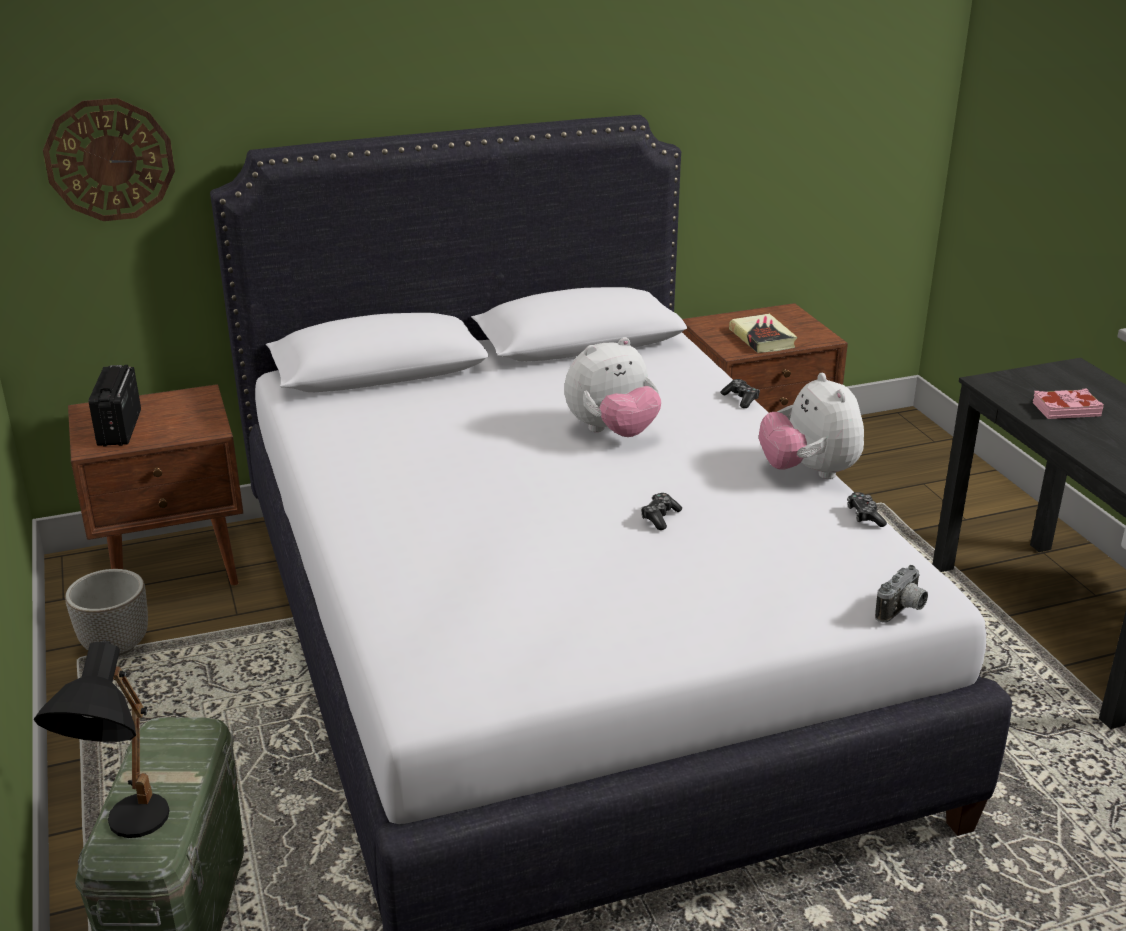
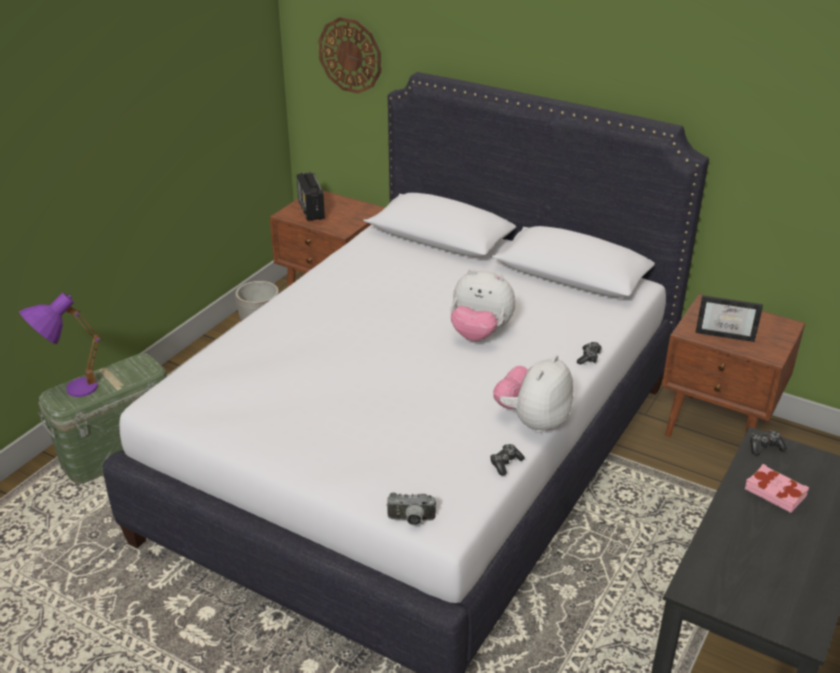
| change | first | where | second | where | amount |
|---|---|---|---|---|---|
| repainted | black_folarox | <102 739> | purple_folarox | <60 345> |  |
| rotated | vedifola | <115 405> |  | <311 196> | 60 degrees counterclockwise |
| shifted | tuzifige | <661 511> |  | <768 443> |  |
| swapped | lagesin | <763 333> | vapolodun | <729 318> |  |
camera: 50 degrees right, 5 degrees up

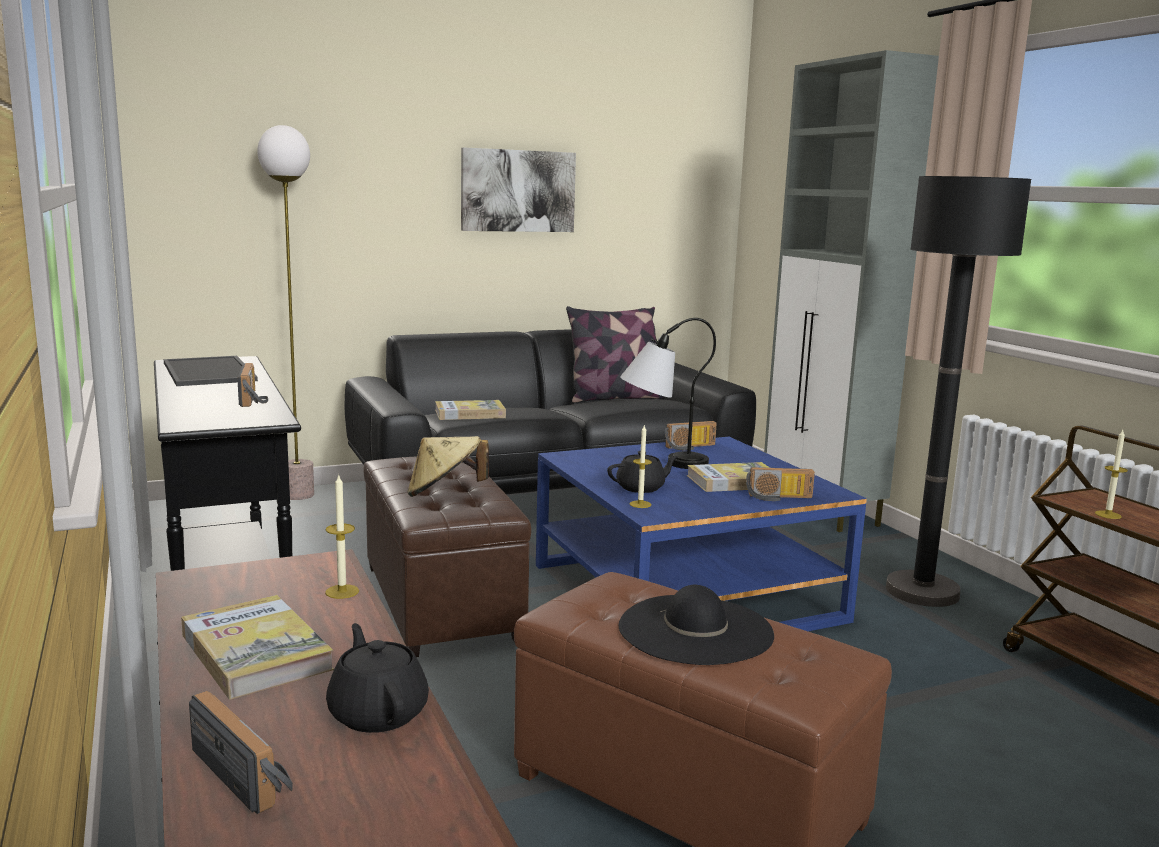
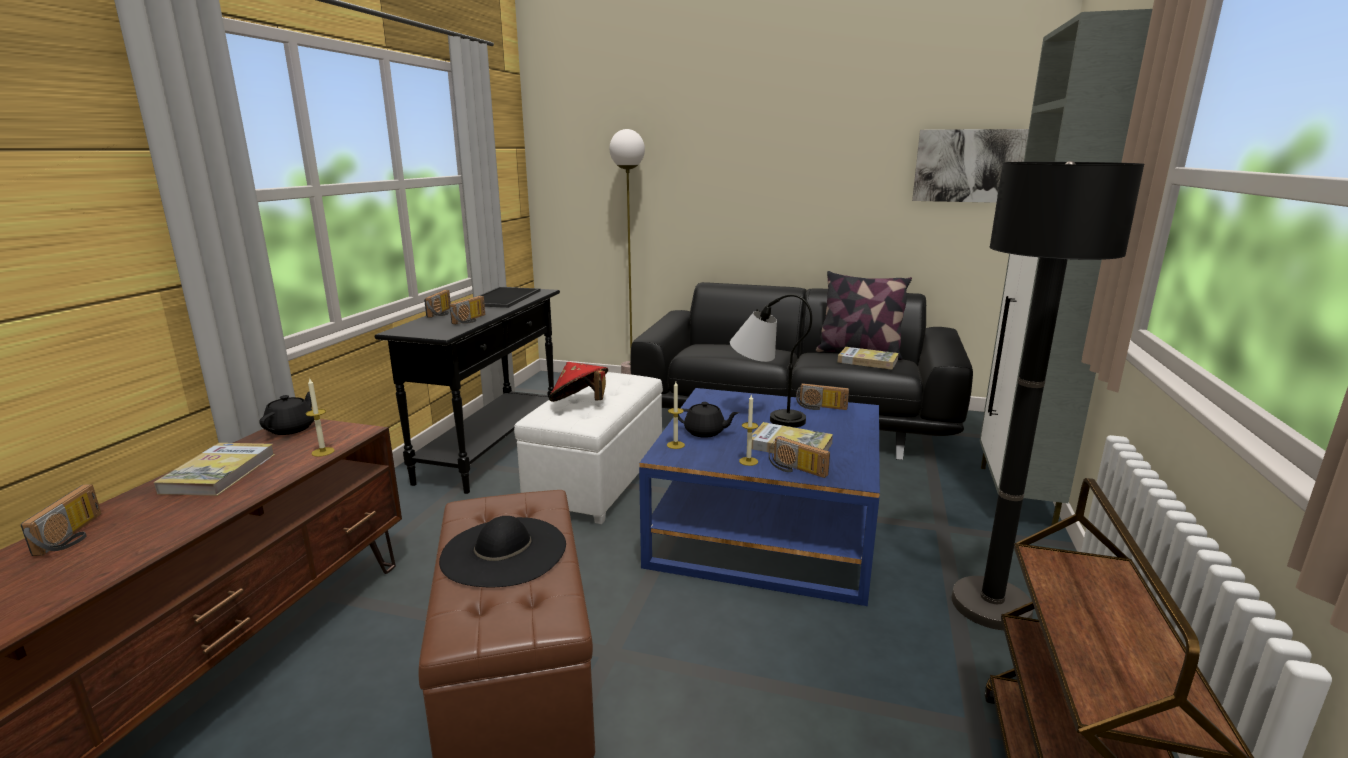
| change | first | where | second | where | amount |
|---|---|---|---|---|---|
| shifted | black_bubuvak | <377 678> |  | <286 413> |  |
| repainted | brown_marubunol | <447 556> | white_marubunol | <588 448> |  |
| repainted | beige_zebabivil | <448 466> | red_zebabivil | <578 382> |  |
| shifted | lagesin | <470 410> |  | <868 358> |  |
| shifted | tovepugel | <518 189> |  | <970 166> |  |
| shifted | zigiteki | <1111 474> |  | <748 430> |  |
| new |  |  | vedifola | <437 304> |  |
camera: 40 degrees right, 5 degrees up

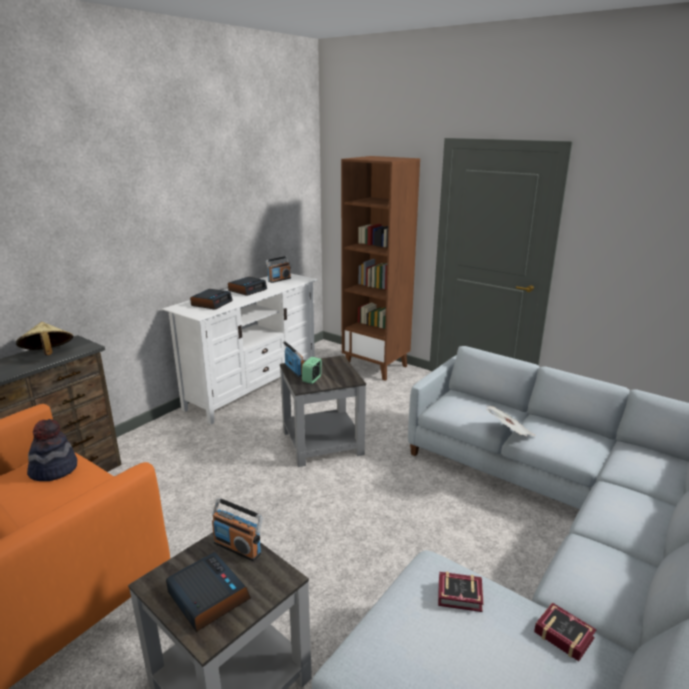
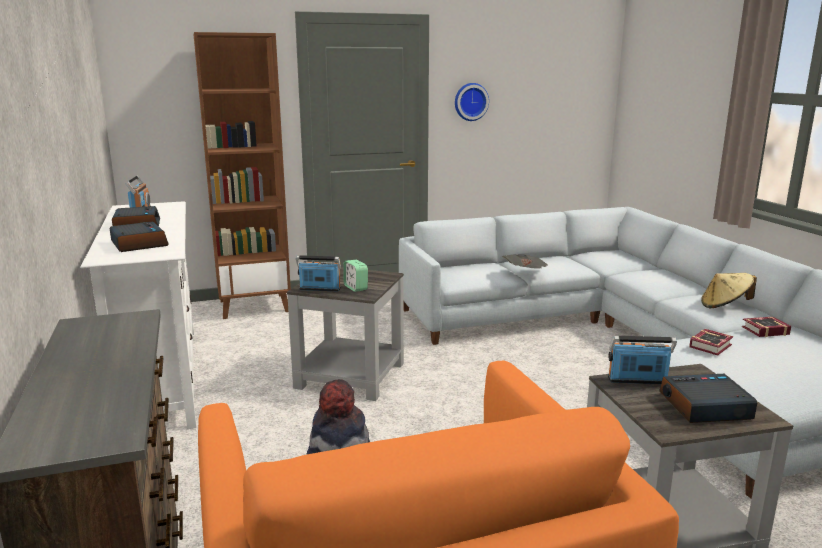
| change | first | where | second | where | amount |
|---|---|---|---|---|---|
| shifted | beige_zebabivil | <44 338> |  | <729 290> |  |
| rotated | vedifola | <237 529> |  | <642 360> | 150 degrees counterclockwise |
| new |  |  | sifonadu | <472 102> |  |
camera: 55 degrees left, 5 degrees down

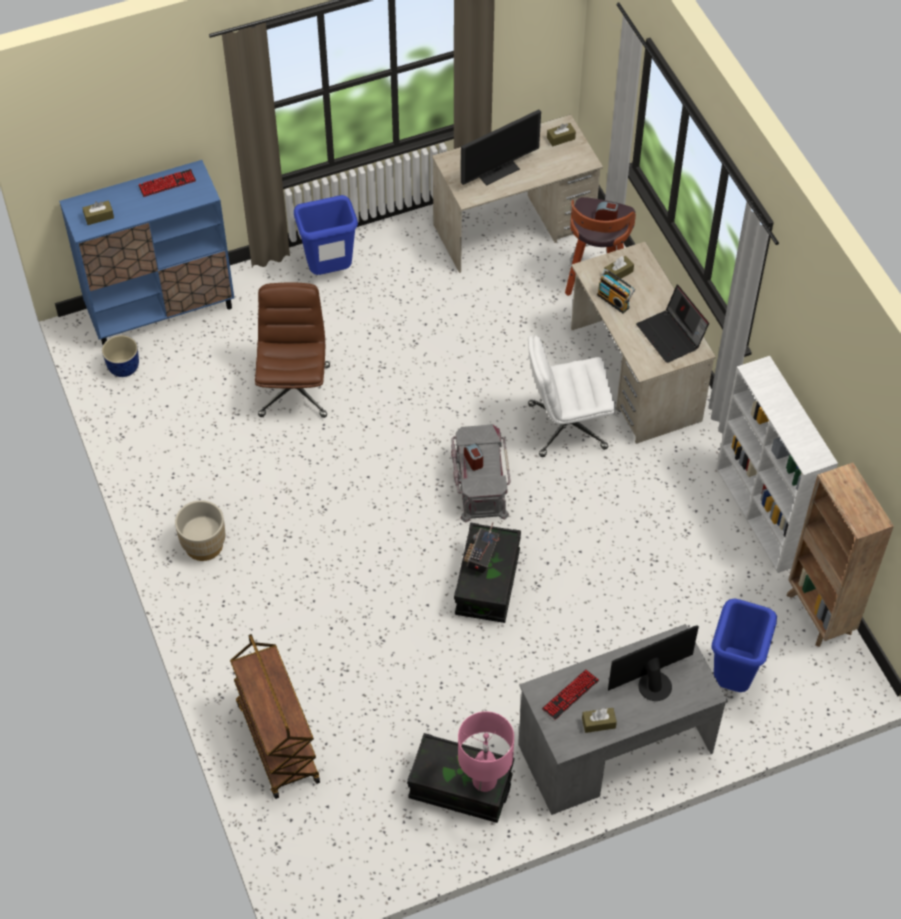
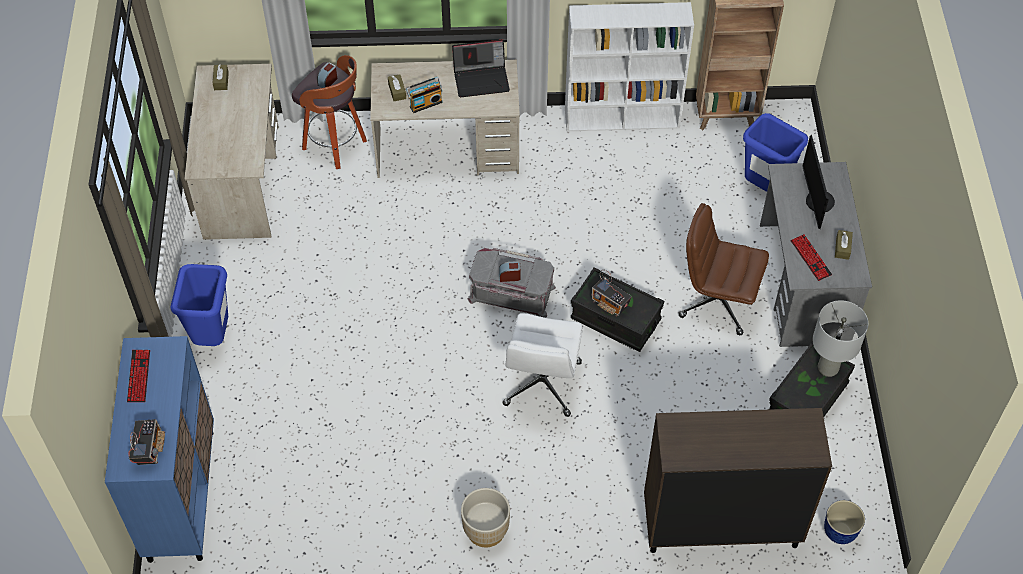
| change | first | where | second | where | amount |
|---|---|---|---|---|---|
| swapped | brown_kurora | <98 212> | vedifola | <146 442> |  |
| shifted | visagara | <120 356> |  | <844 522> |  |
| swapped | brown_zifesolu | <275 716> | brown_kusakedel | <738 480> |  |
| shifted | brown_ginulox | <292 350> |  | <724 269> |  |
| repainted | pink_folarox | <486 751> | grey_folarox | <840 338> |  |
| gone | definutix | <501 148> |  |  |  |
| shifted | white_ginulox | <571 396> |  | <542 365> |  |
camera: 70 degrees left, 0 degrees up

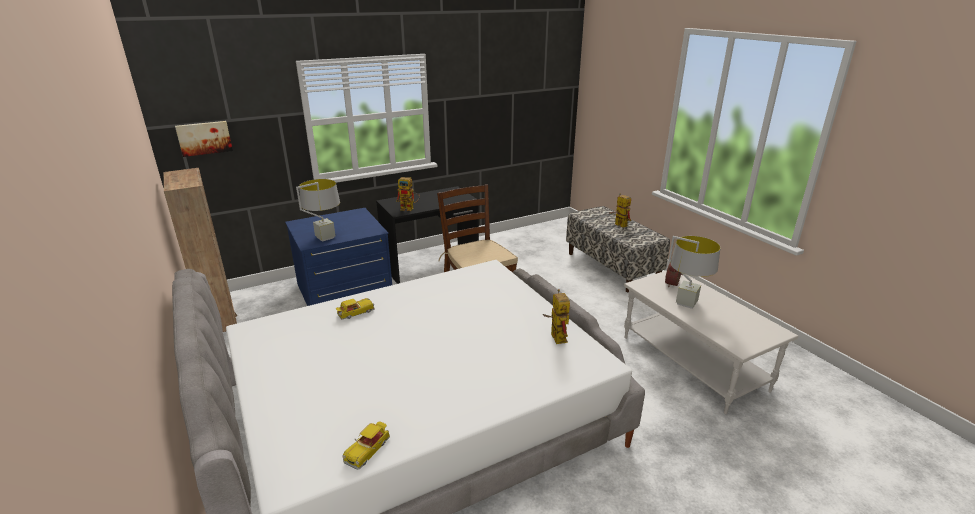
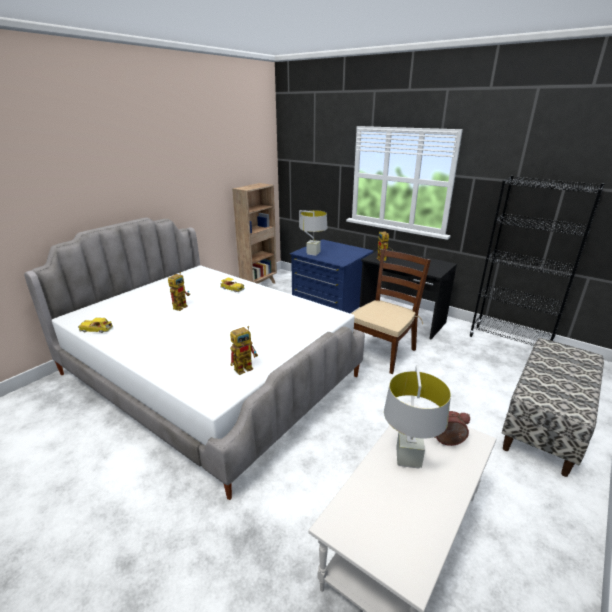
| change | first | where | second | where | amount |
|---|---|---|---|---|---|
| gone | tovepugel | <204 139> |  |  |  |
| shifted | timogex | <620 210> |  | <179 291> |  |
| new |  |  | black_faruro | <536 261> |  |
camera: 65 degrees right, 0 degrees up

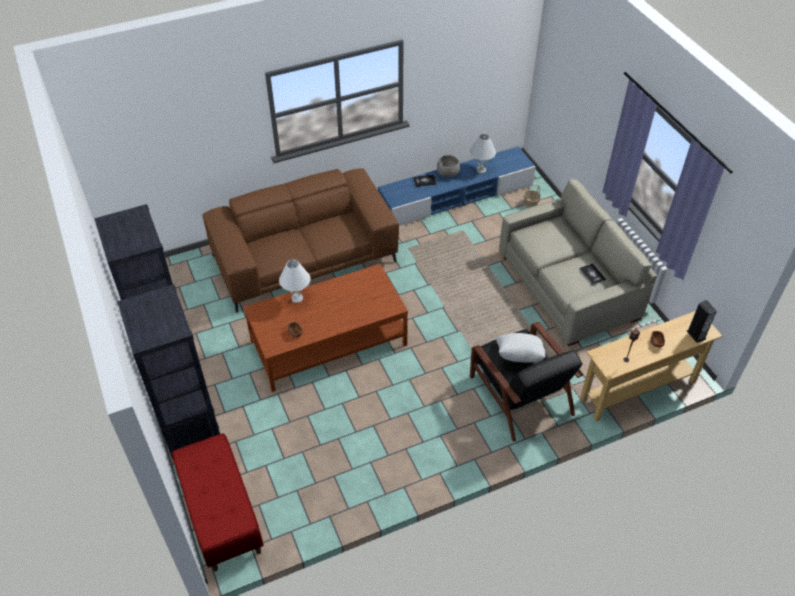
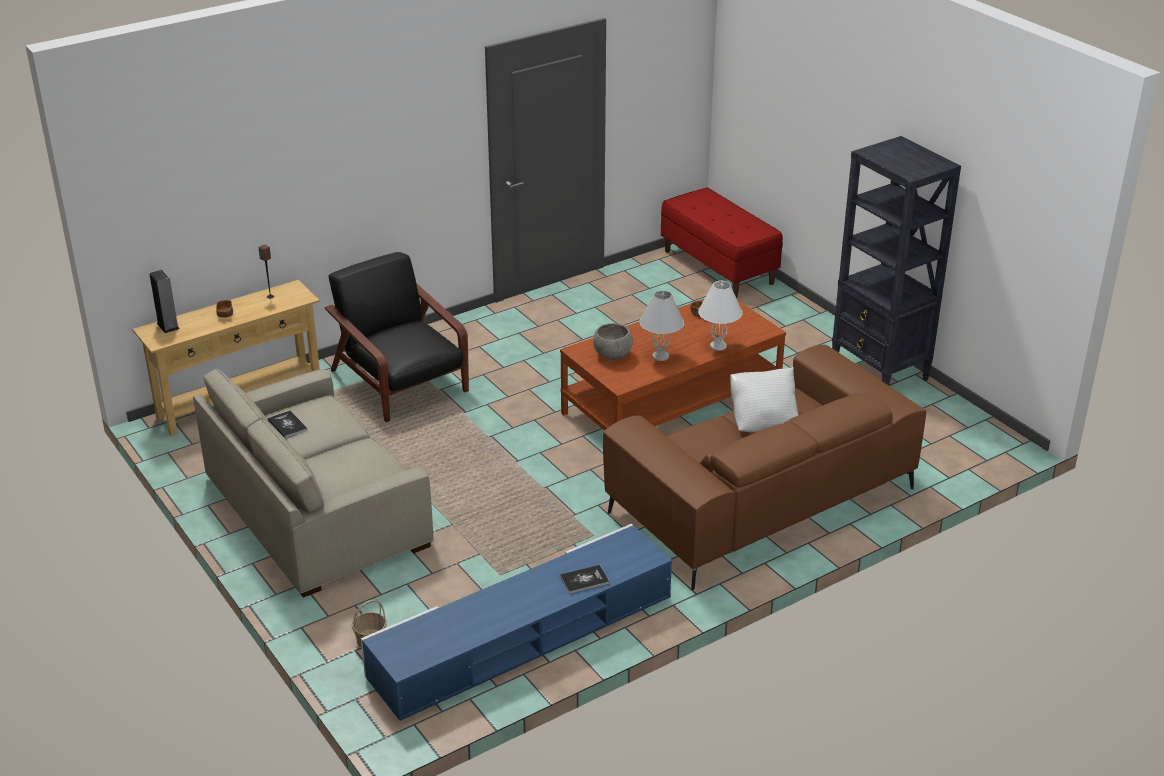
| change | first | where | second | where | amount |
|---|---|---|---|---|---|
| gone | black_faruro | <168 372> |  |  |  |
| shifted | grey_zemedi | <448 166> |  | <613 341> |  |
| shifted | white_folarox | <483 154> |  | <662 325> |  |
| shifted | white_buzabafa | <520 348> |  | <764 399> |  |
camera: 170 degrees right, 15 degrees down

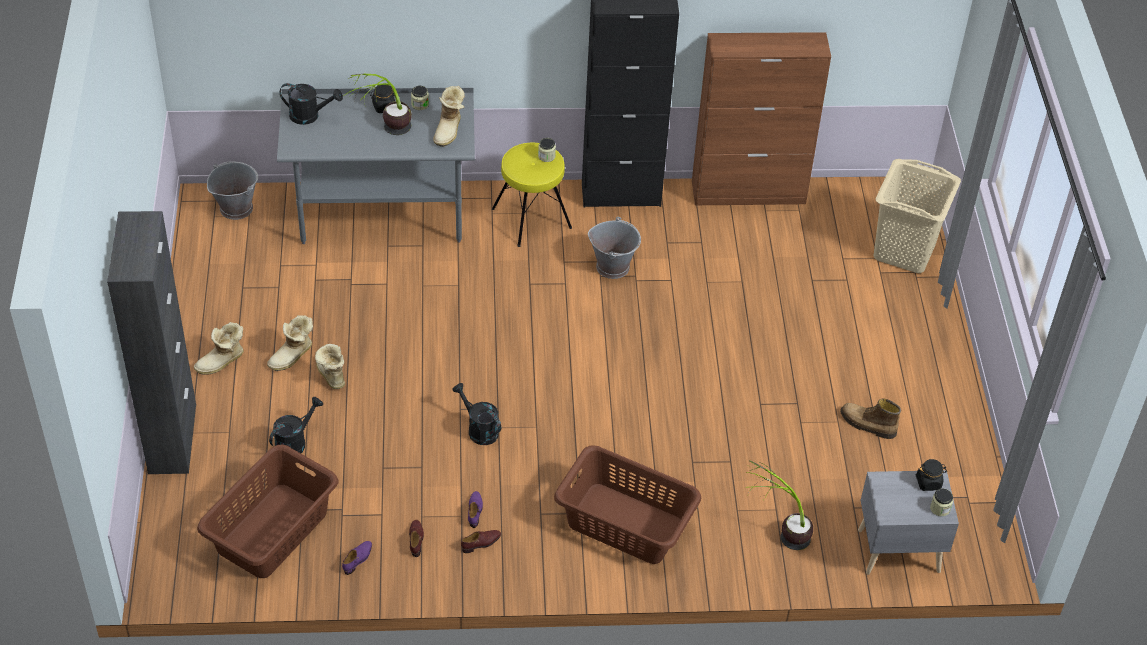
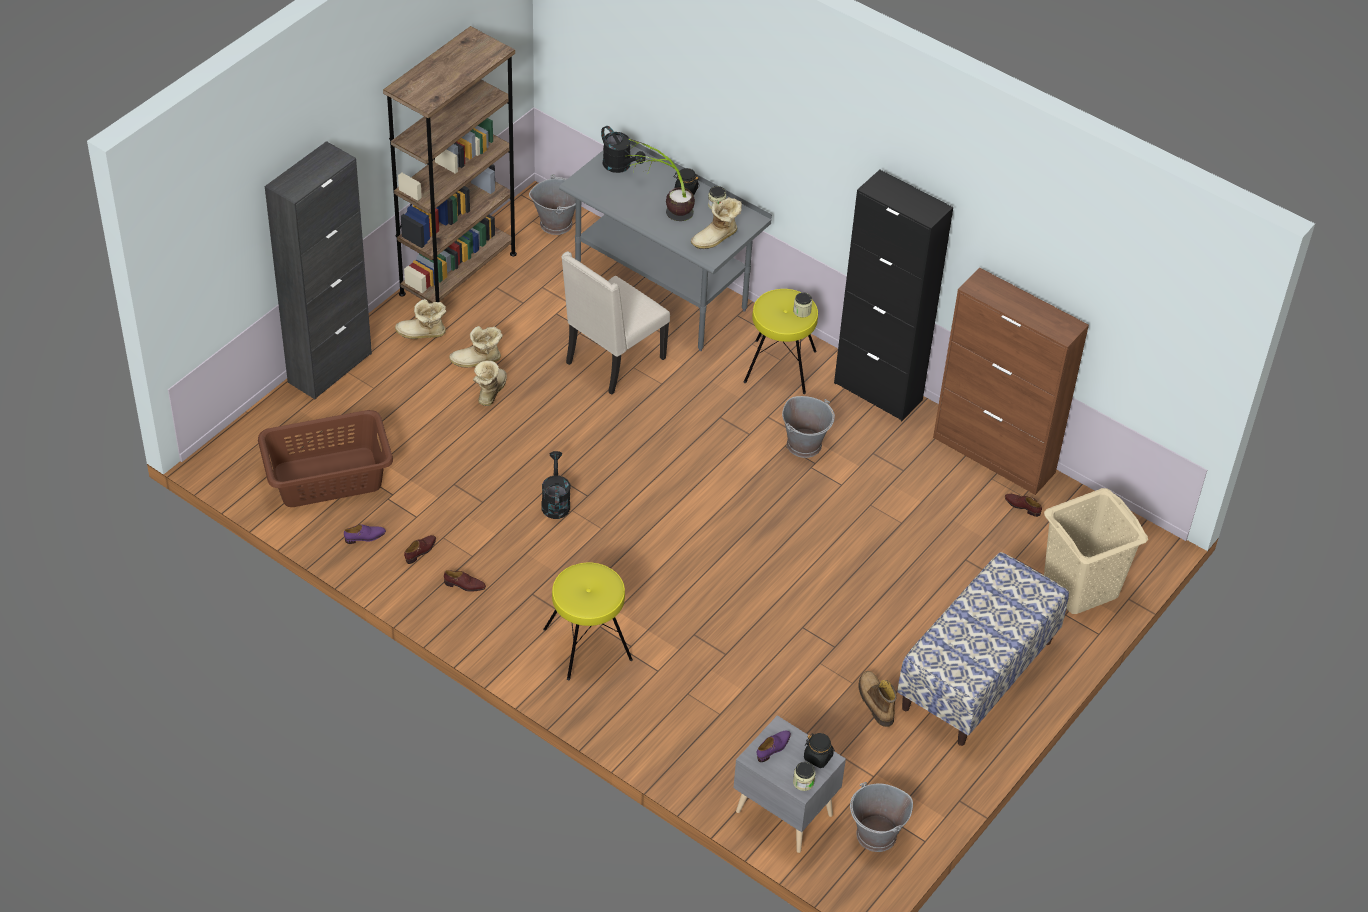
| change | first | where | second | where | amount |
|---|---|---|---|---|---|
| gone | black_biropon | <296 425> |  |  |  |
| shifted | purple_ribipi | <475 509> |  | <774 746> |  |
| swapped | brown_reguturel | <627 504> | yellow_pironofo | <588 621> |  |
| gone | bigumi | <779 505> |  |  |  |
| new |  |  | brown_faruro | <450 164> |  |
| new |  |  | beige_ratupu | <616 323> |  |
| new |  |  | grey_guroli | <881 817> |  |
| new |  |  | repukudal | <983 649> |  |
| new |  |  | brown_ribipi | <1023 505> |  |
camera: 40 degrees right, 0 degrees up

